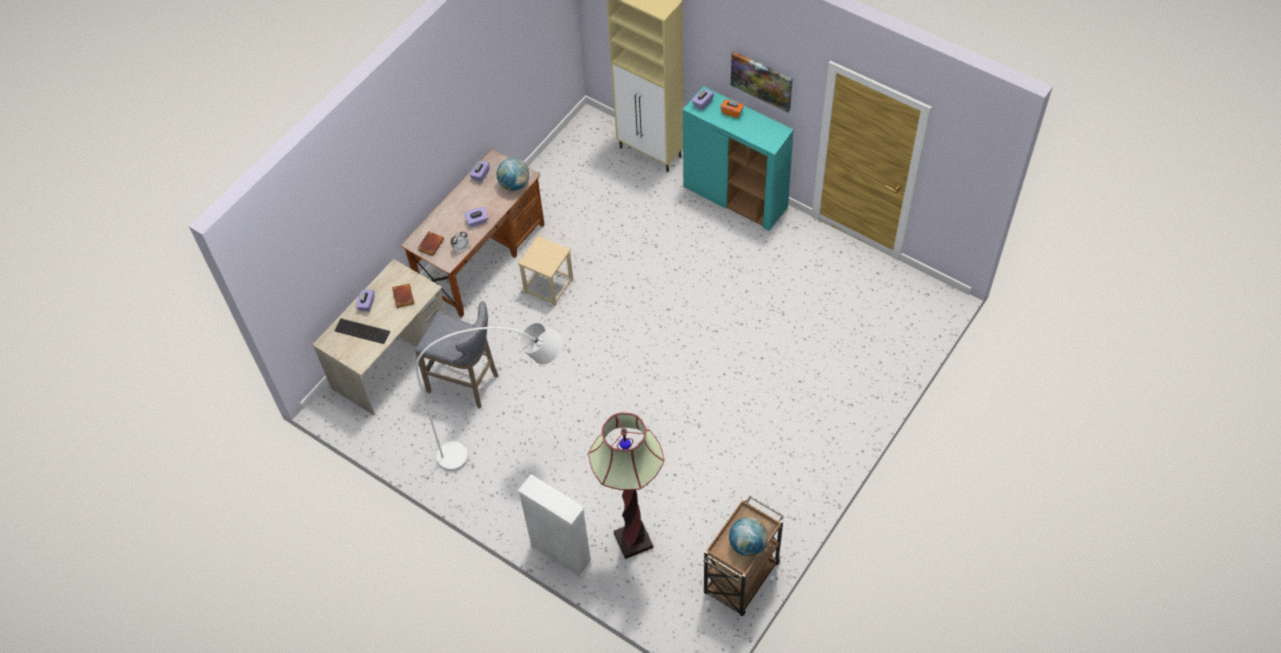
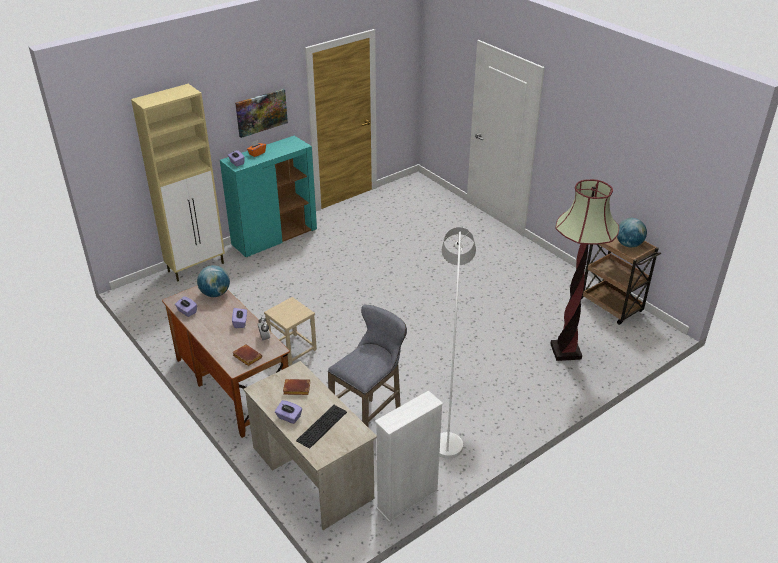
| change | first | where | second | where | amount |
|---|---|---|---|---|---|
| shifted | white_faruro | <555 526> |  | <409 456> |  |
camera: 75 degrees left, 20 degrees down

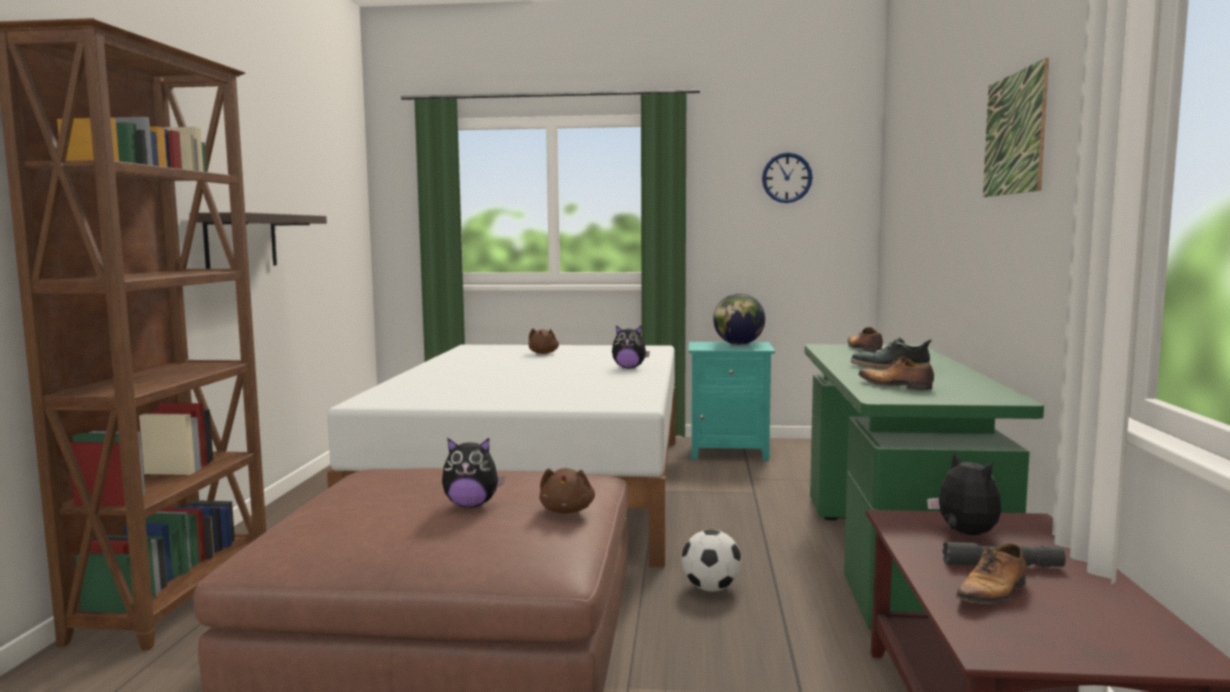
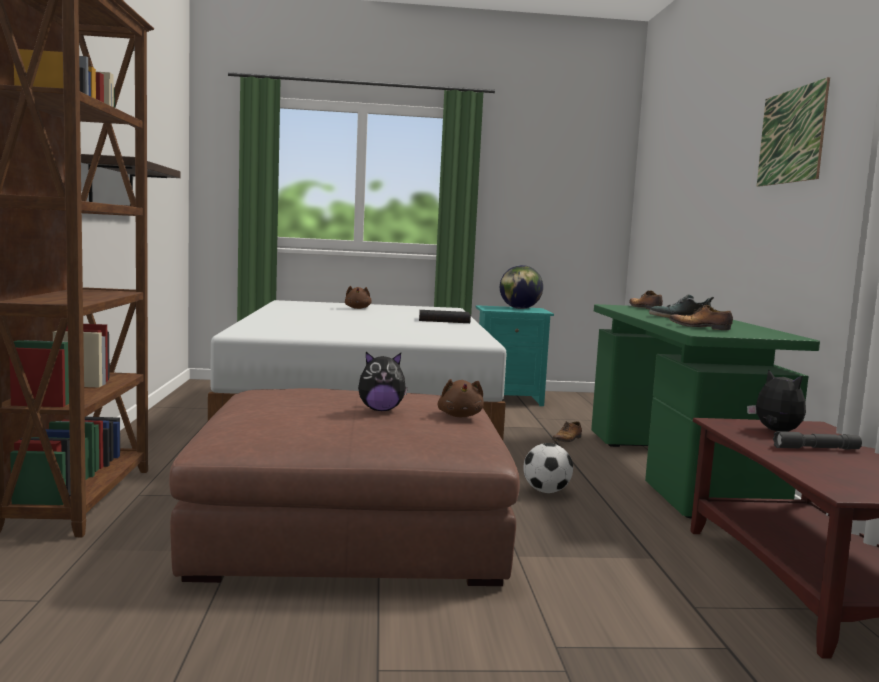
| change | first | where | second | where | amount |
|---|---|---|---|---|---|
| swapped | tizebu | <631 346> | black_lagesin | <445 316> |  |
| gone | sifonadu | <787 178> |  |  |  |
| shifted | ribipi | <991 573> |  | <567 431> |  |
camera: 10 degrees left, 0 degrees up

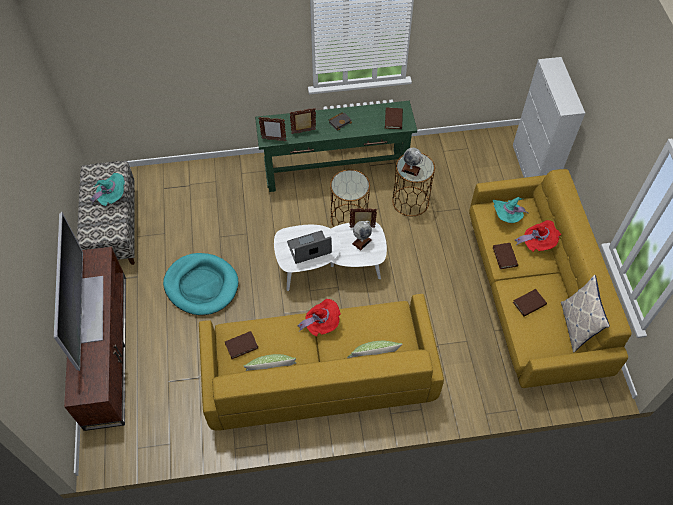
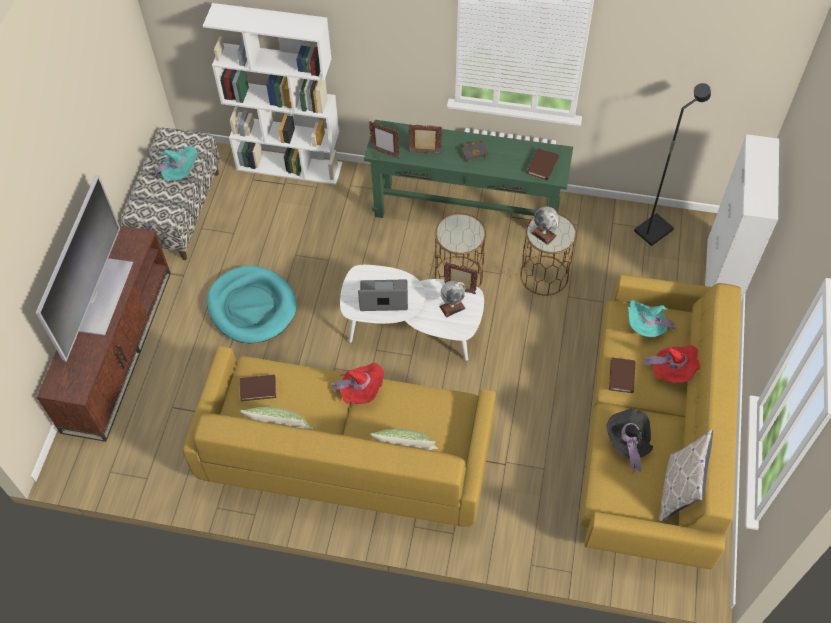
| change | first | where | second | where | amount |
|---|---|---|---|---|---|
| swapped | brown_lagesin | <530 303> | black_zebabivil | <629 440> |  |
| new |  |  | white_faruro | <272 94> |  |
| new |  |  | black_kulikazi | <672 164> |  |
camera: 20 degrees right, 0 degrees up

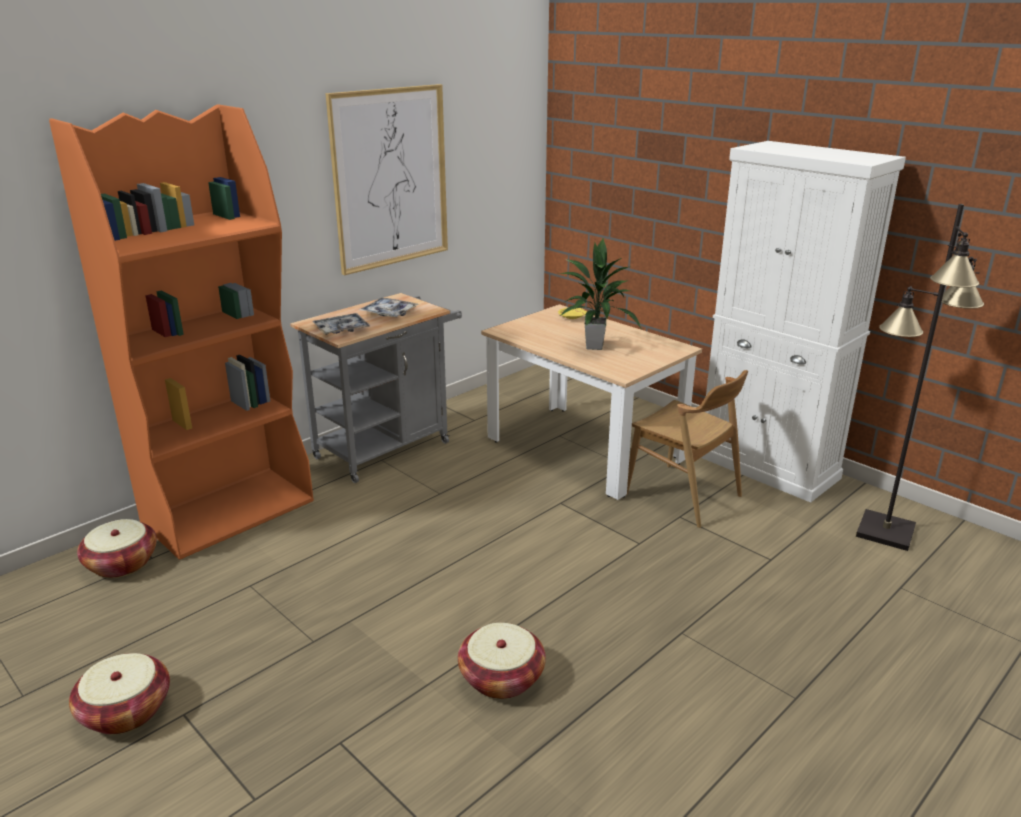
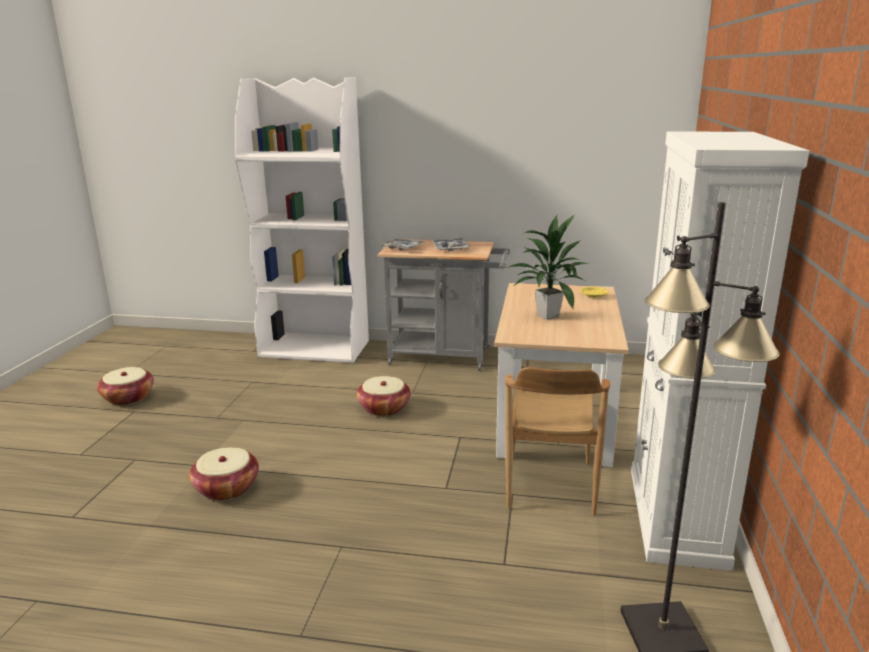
| change | first | where | second | where | amount |
|---|---|---|---|---|---|
| repainted | orange_faruro | <181 332> | white_faruro | <302 220> |  |
| shifted | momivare | <117 548> |  | <383 396> |  |
| gone | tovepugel | <386 179> |  |  |  |
camera: 55 degrees right, 5 degrees down

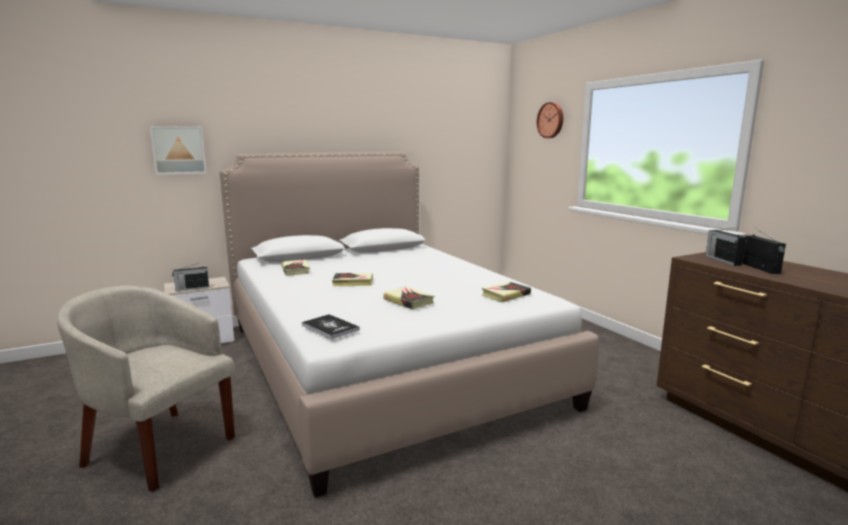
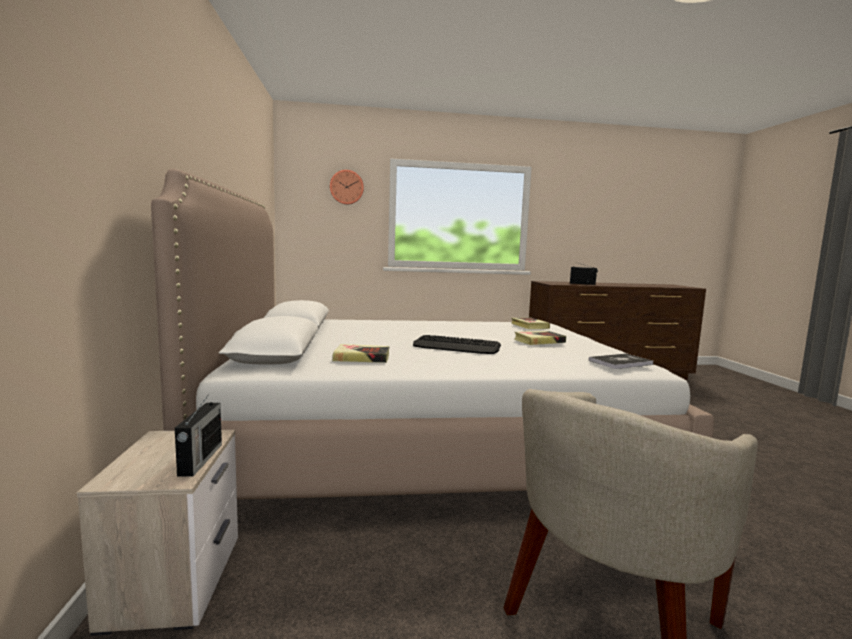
| change | first | where | second | where | amount |
|---|---|---|---|---|---|
| gone | tovepugel | <178 150> |  |  |  |
| swapped | lagesin | <352 279> | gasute | <457 344> |  |
| gone | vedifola | <726 247> |  |  |  |
camera: 70 degrees left, 5 degrees down

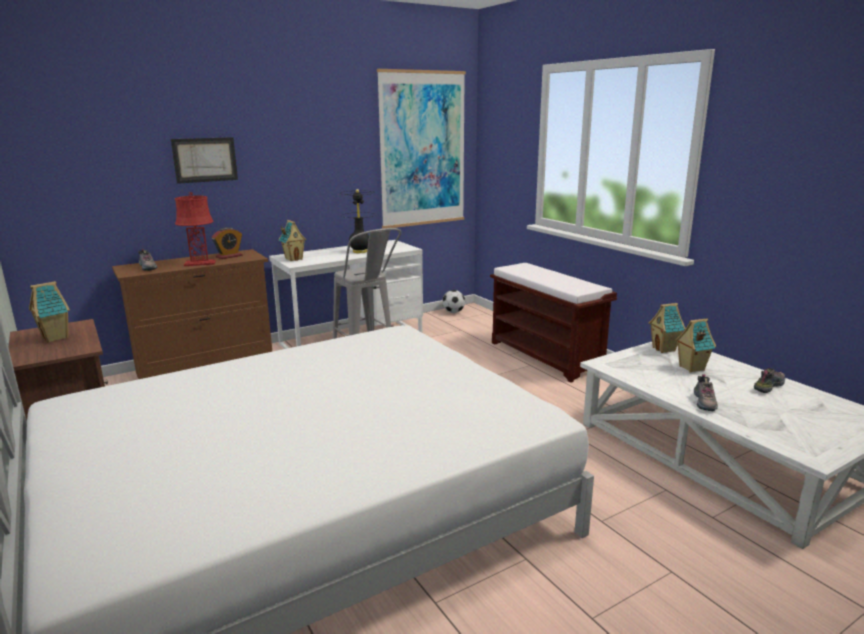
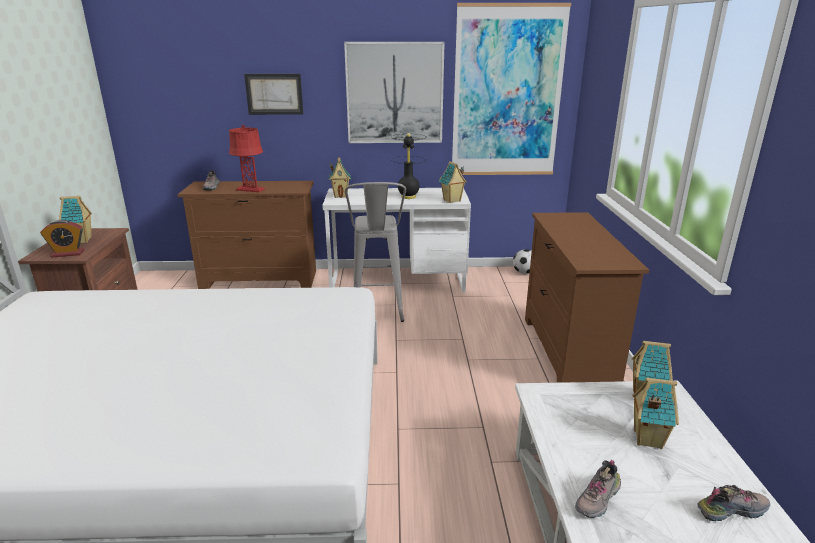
| change | first | where | second | where | amount |
|---|---|---|---|---|---|
| shifted | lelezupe | <227 243> |  | <63 239> |  |
| swapped | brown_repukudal | <553 323> | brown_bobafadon | <587 297> |  |
| new |  |  | tovepugel | <394 92> |  |
| new |  |  | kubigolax | <453 182> |  |
camera: 30 degrees right, 5 degrees up

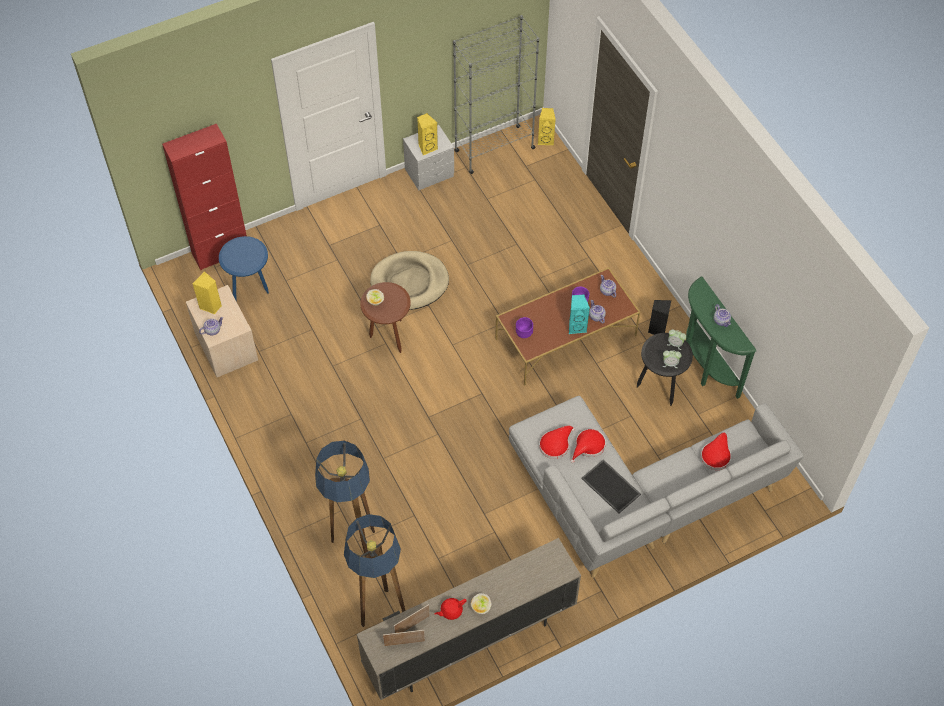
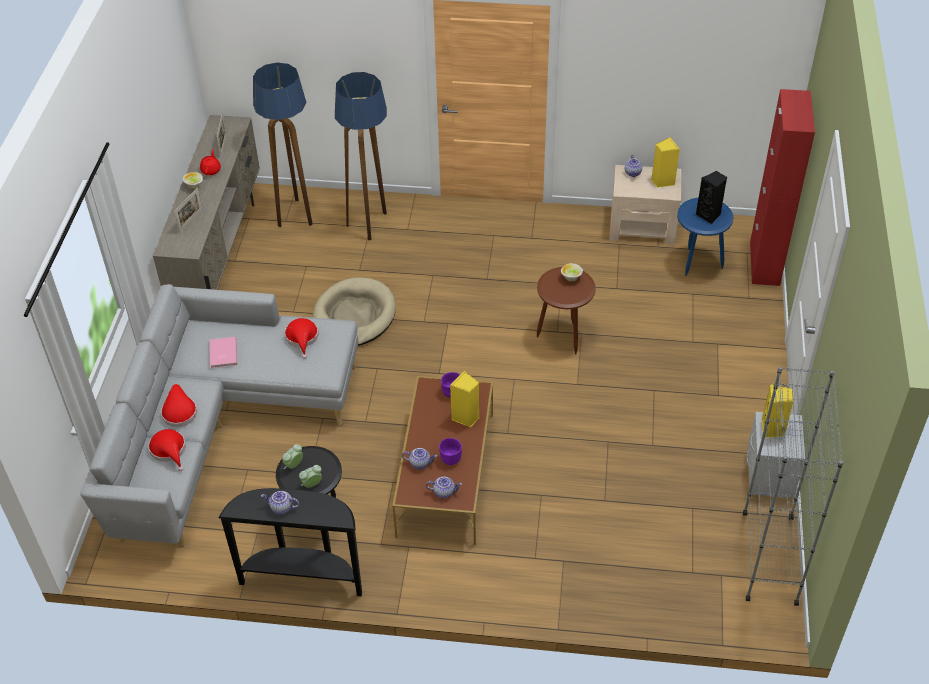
| change | first | where | second | where | amount |
|---|---|---|---|---|---|
| shifted | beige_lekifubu | <409 280> |  | <354 311> |  |
| shifted | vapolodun | <404 638> |  | <188 210> |  |
| shifted | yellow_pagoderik | <547 126> |  | <465 399> |  |
| gone | turquoise_pagoderik | <579 314> |  |  |  |
| shifted | red_zebabivil | <588 446> |  | <179 405> |  |
| swapped | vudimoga | <611 486> | pink_lagesin | <223 352> |  |
| shifted | black_pagoderik | <659 317> |  | <711 197> |  |
| repainted | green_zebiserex | <721 337> | black_zebiserex | <290 542> |  |
camera: 125 degrees right, 10 degrees down

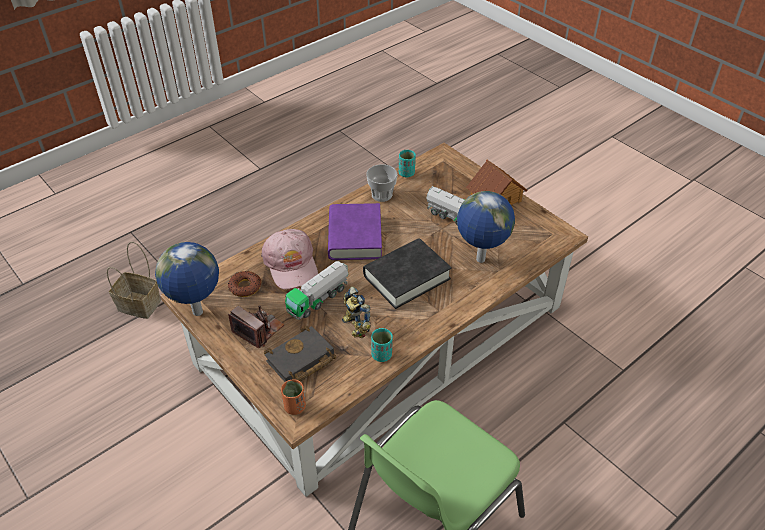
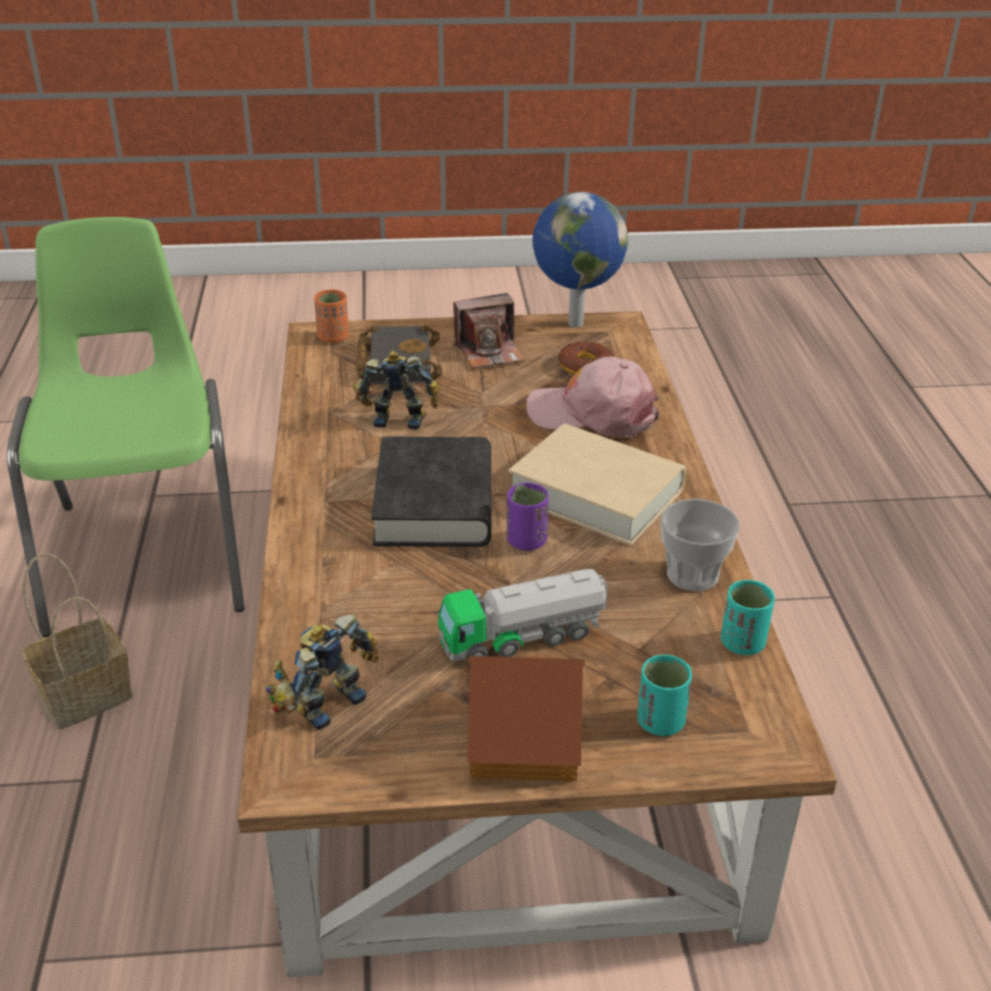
| change | first | where | second | where | amount |
|---|---|---|---|---|---|
| shifted | momivare | <134 280> |  | <77 641> |  |
| gone | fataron | <316 290> |  |  |  |
| repainted | purple_lagesin | <355 231> | beige_lagesin | <597 485> |  |
| shifted | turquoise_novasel | <382 345> |  | <664 695> |  |
| gone | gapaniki | <486 227> |  |  |  |
| new |  |  | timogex | <322 672> |  |
| new |  |  | purple_novasel | <528 517> |  |
camera: 125 degrees right, 10 degrees down

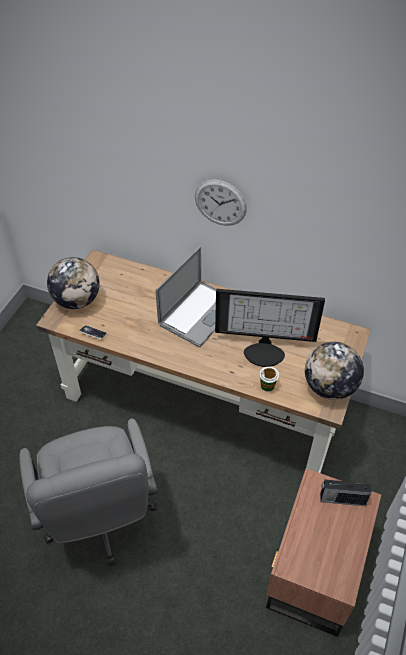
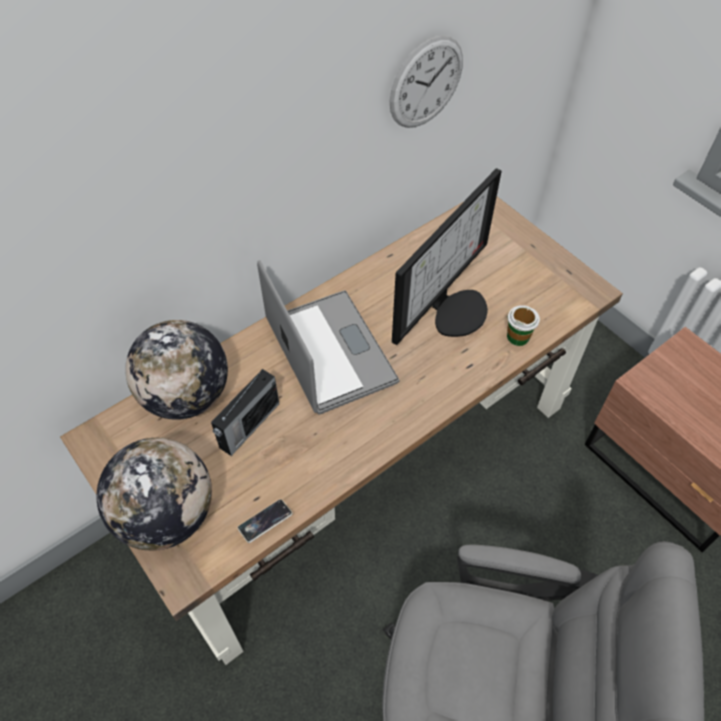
| change | first | where | second | where | amount |
|---|---|---|---|---|---|
| shifted | sifonadu | <221 202> |  | <426 82> |  |
| shifted | gapaniki | <334 371> |  | <176 370> |  |
| shifted | vedifola | <346 493> |  | <245 412> |  |
camera: 60 degrees left, 5 degrees up

